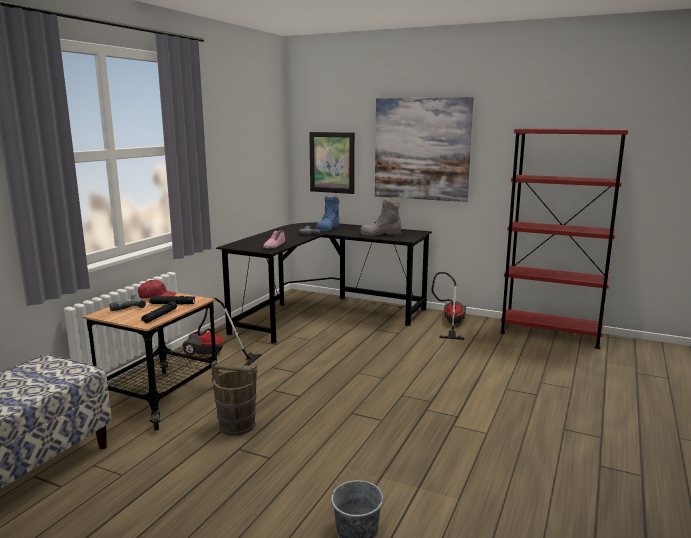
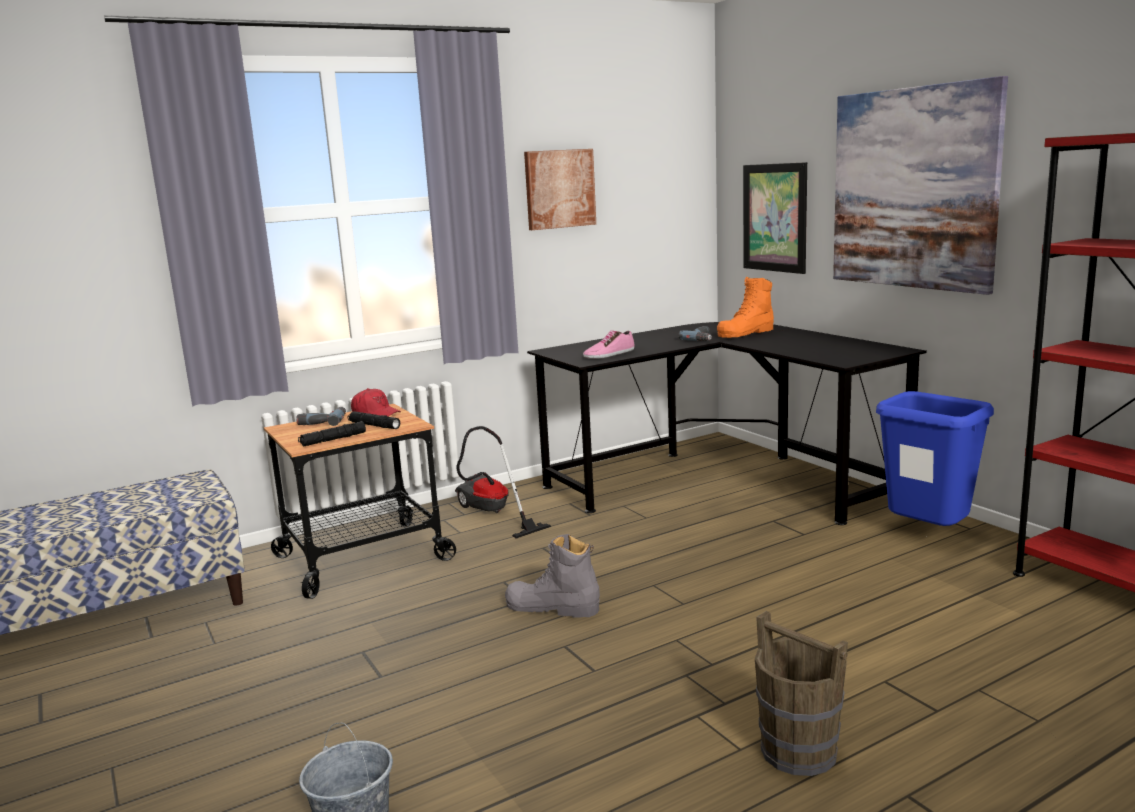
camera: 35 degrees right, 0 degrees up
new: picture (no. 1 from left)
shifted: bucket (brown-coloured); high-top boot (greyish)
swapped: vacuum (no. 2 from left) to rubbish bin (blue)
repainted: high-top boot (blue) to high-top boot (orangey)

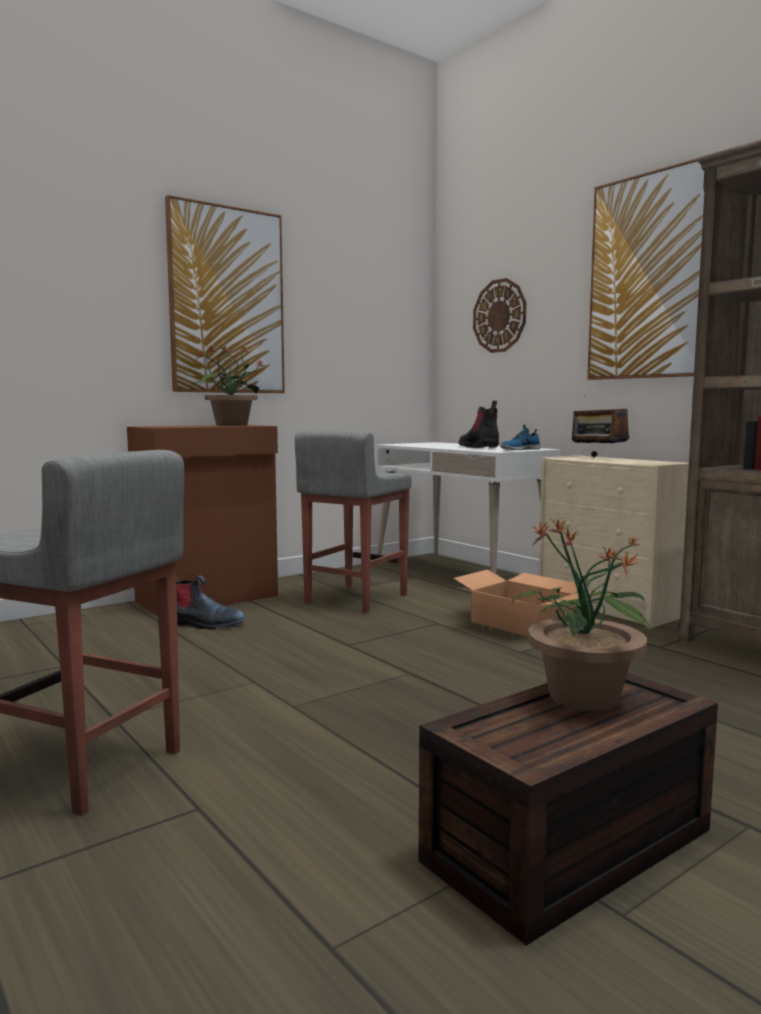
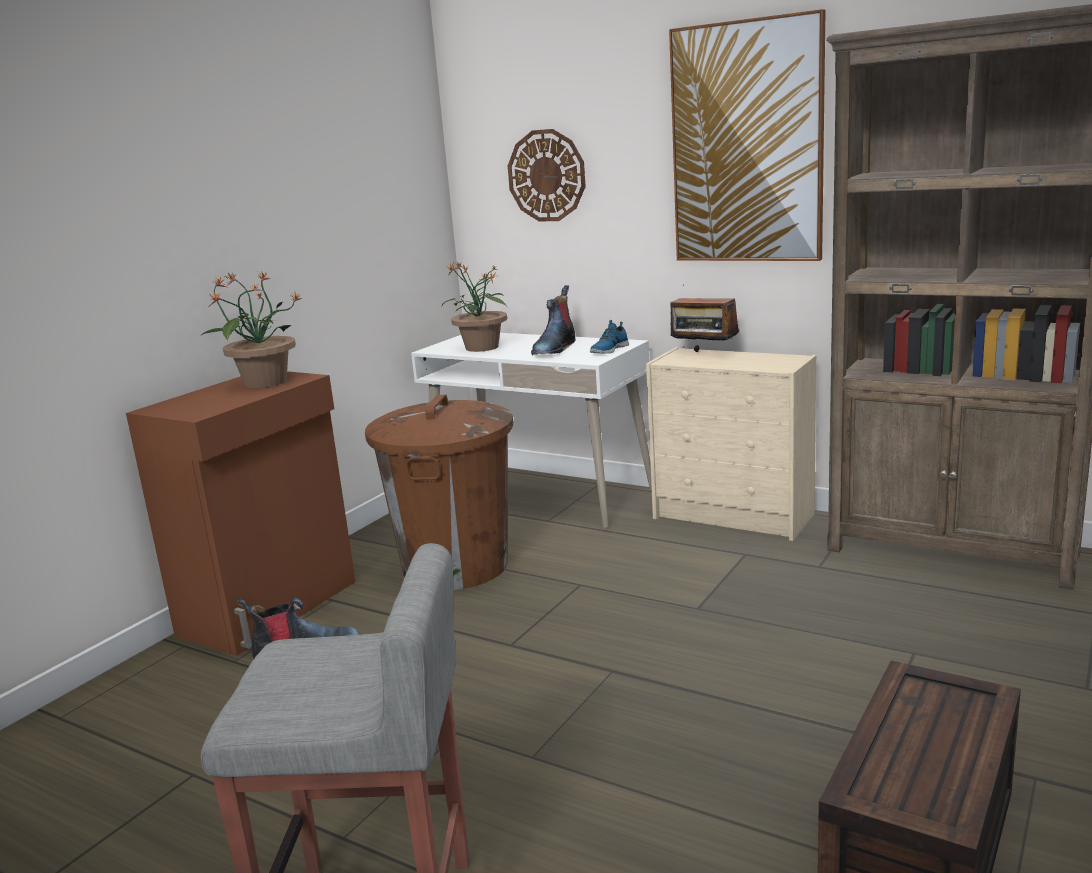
camera: 20 degrees left, 10 degrees up
gone: picture (no. 1 from left); packing box
shifted: potted plant (no. 2 from left)
swapped: sitting stool (greyish) (no. 2 from left) to rubbish bin (brown-coloured)
rotated: high-top boot (no. 2 from left) 120 degrees counterclockwise

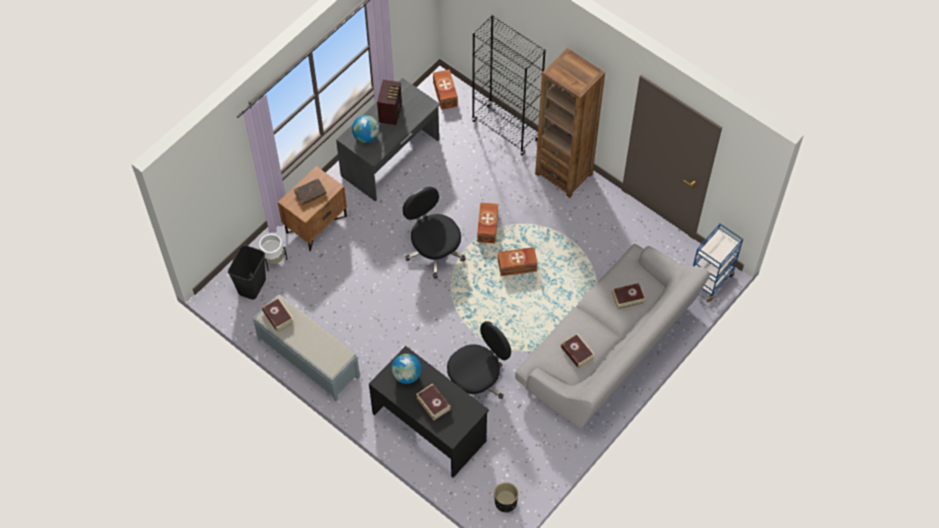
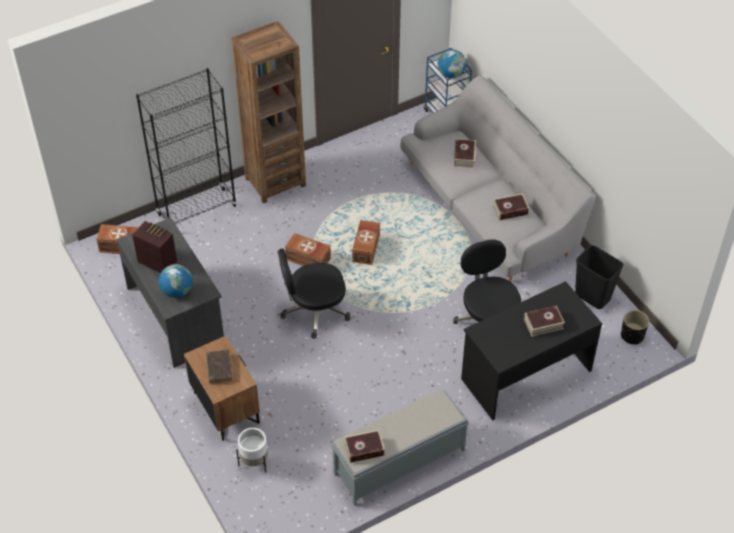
camera: 70 degrees left, 10 degrees down
shifted: rubbish bin (blackish); world globe (no. 2 from left)

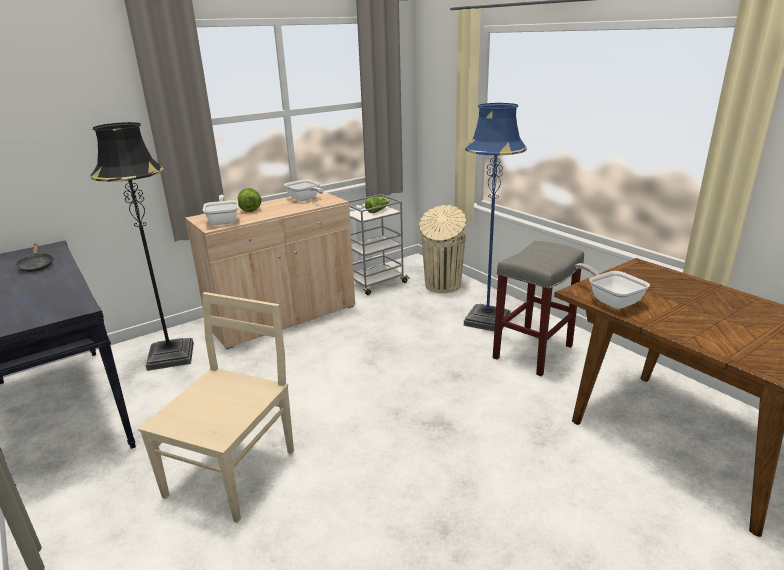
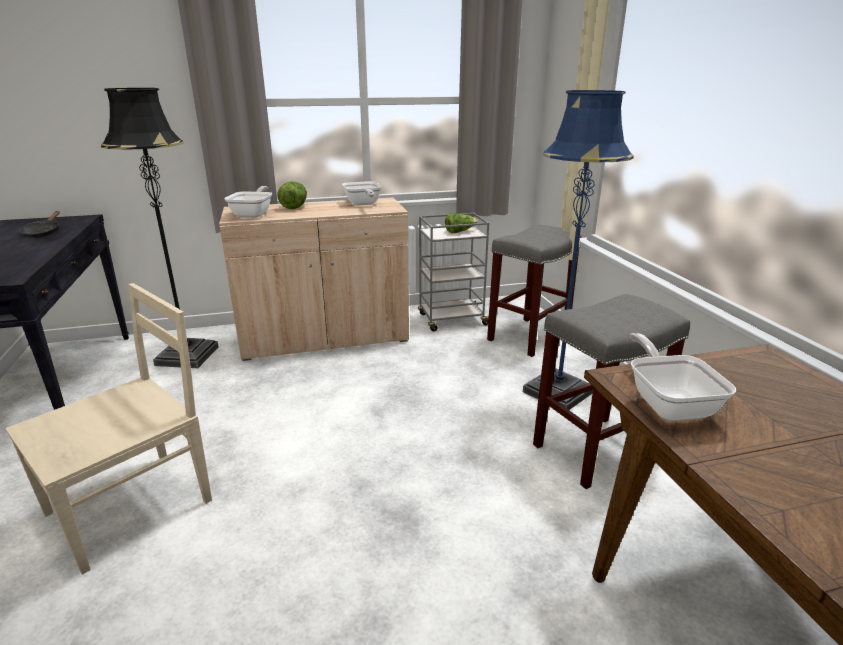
camera: 20 degrees right, 0 degrees up
swapped: rubbish bin (beige-coloured) to sitting stool (greyish) (no. 1 from left)

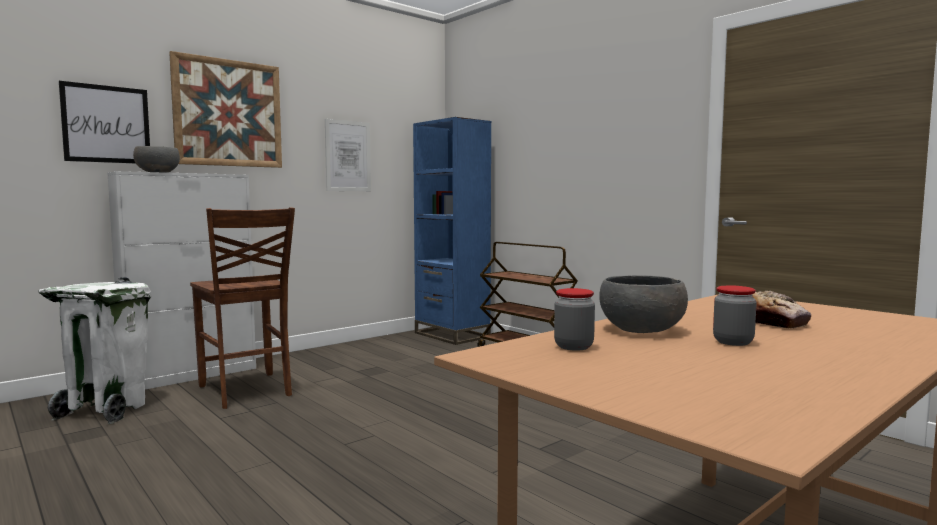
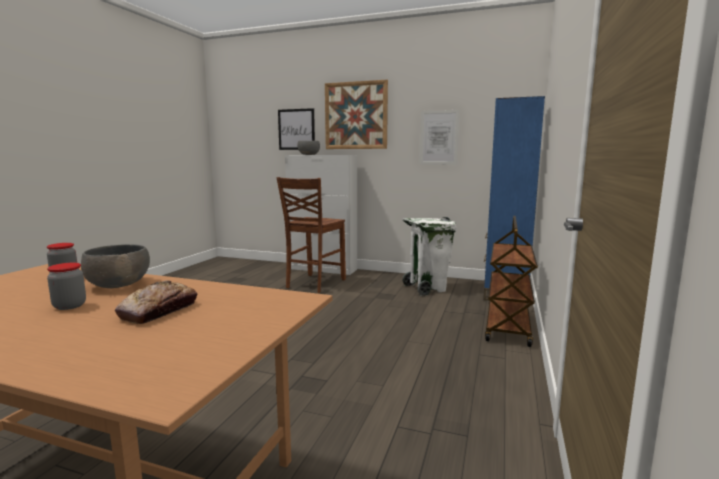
camera: 60 degrees right, 5 degrees up
shifted: rubbish bin (white)

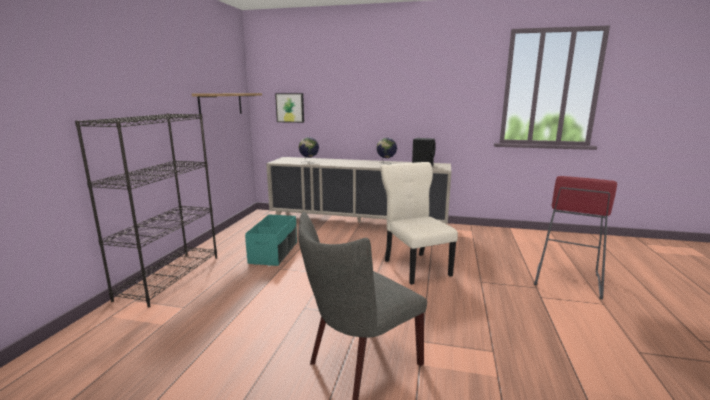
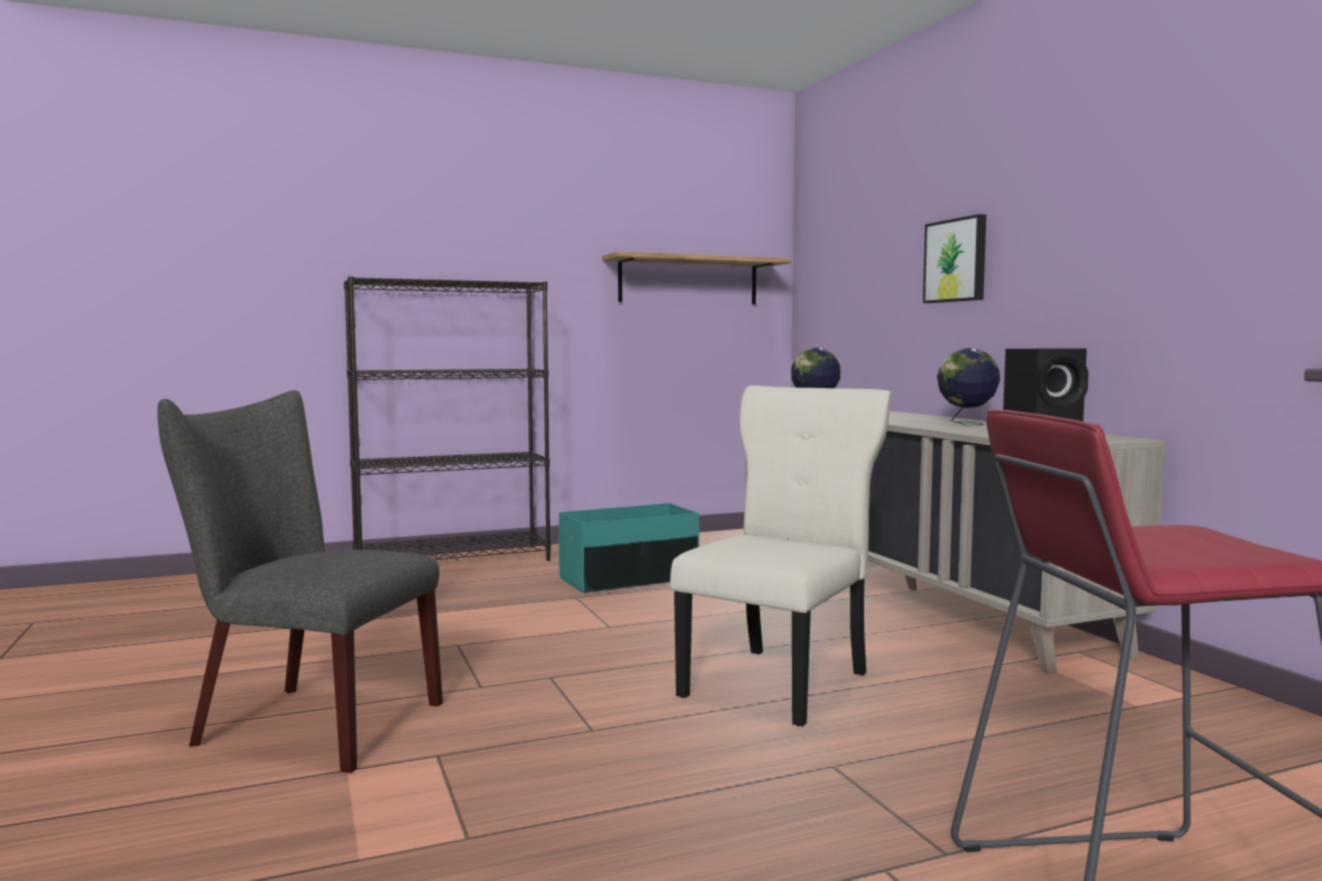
camera: 55 degrees right, 10 degrees down
shifted: picture

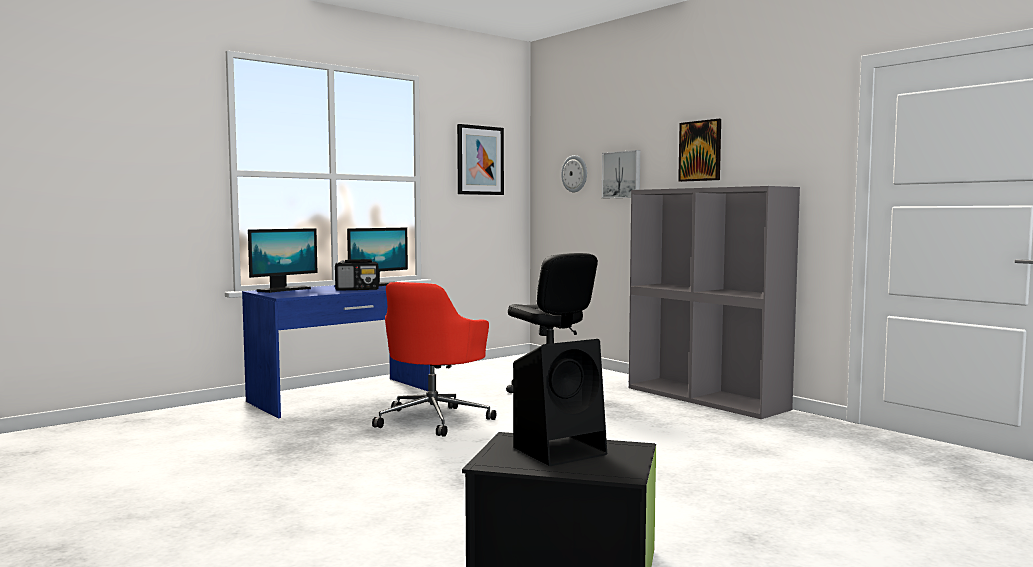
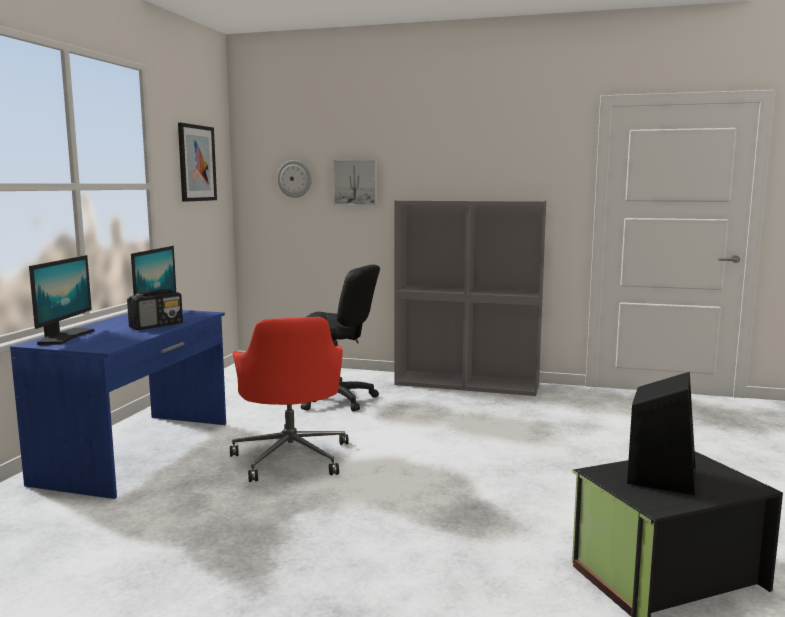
camera: 35 degrees left, 5 degrees up
gone: picture (no. 3 from left)

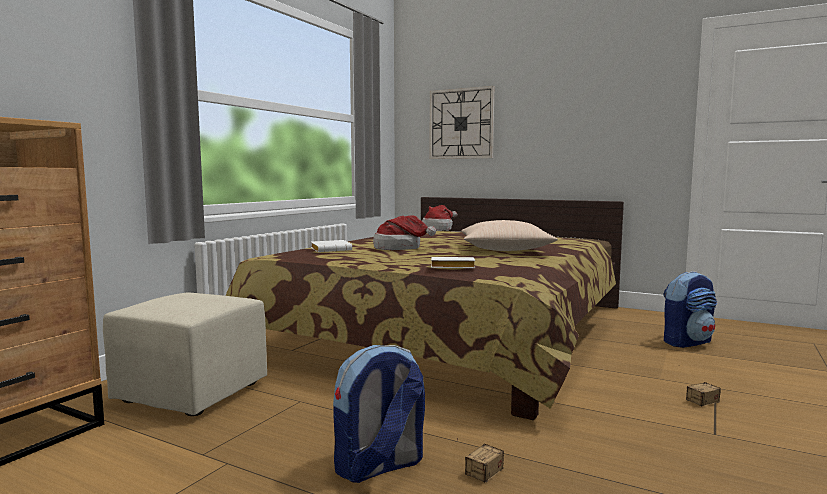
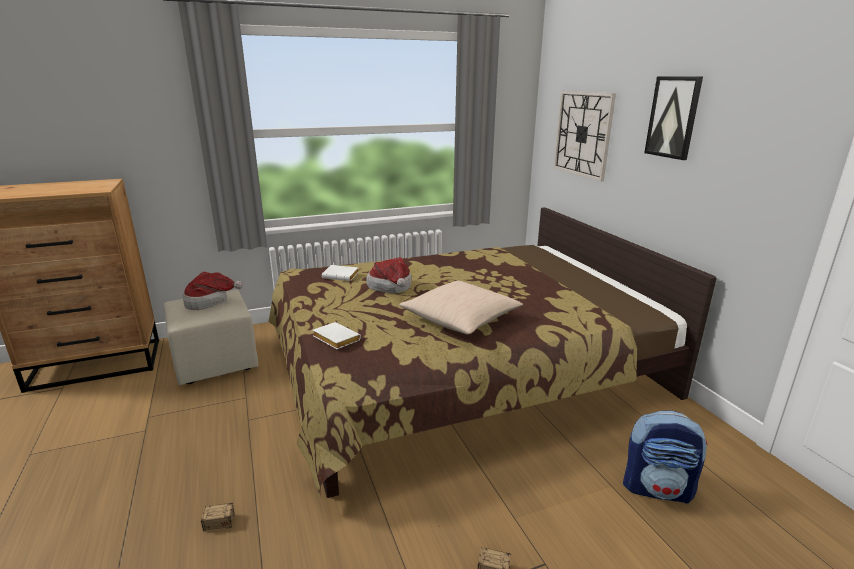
camera: 40 degrees right, 15 degrees up
gone: knapsack (no. 1 from left)
new: picture
shifted: hat (no. 2 from left in the first image) to hat (no. 1 from left)

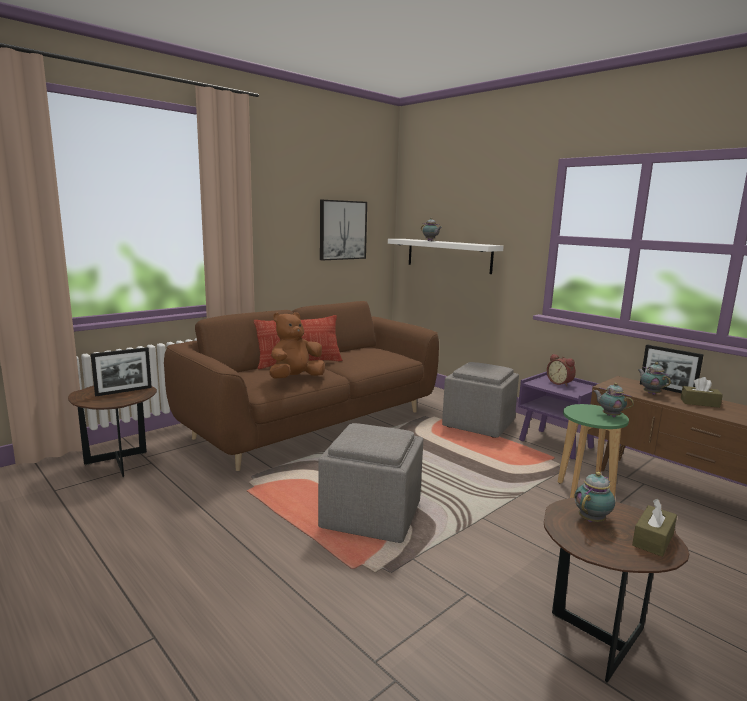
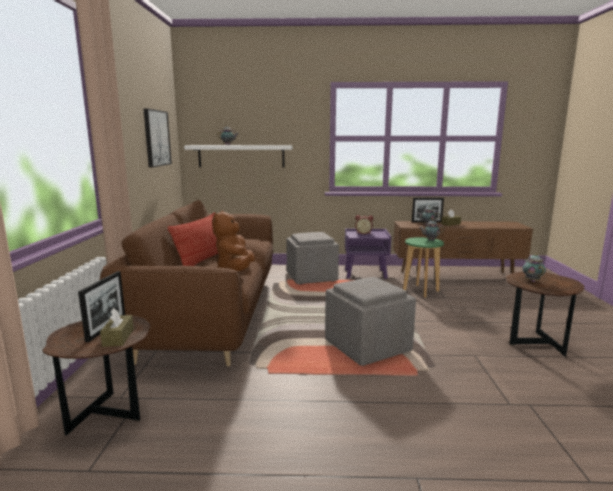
camera: 45 degrees left, 0 degrees up
shifted: box of tissues (brown-coloured) (no. 1 from left)

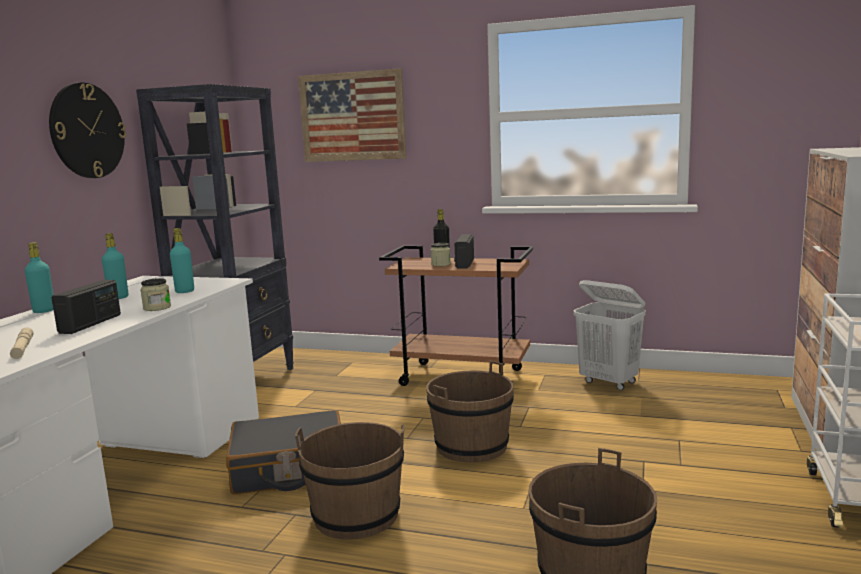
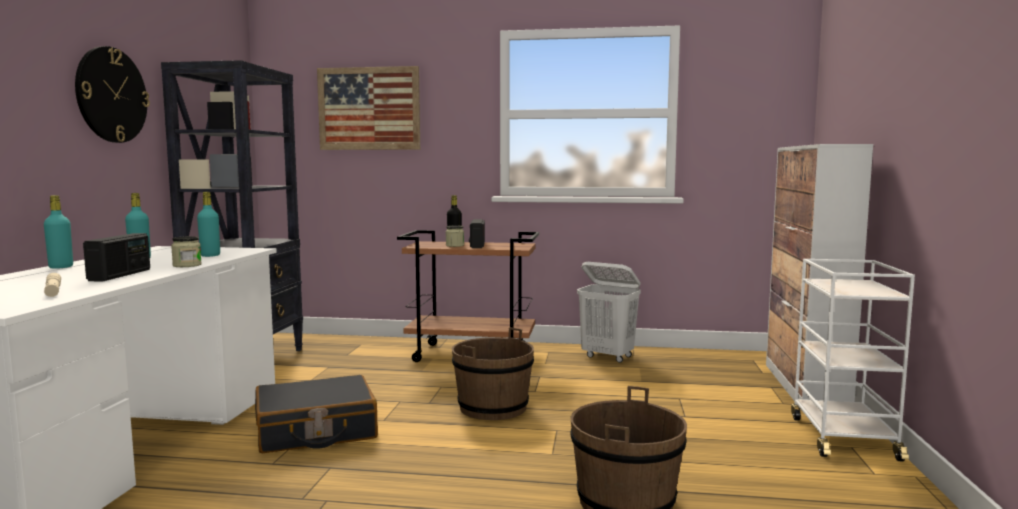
camera: 10 degrees left, 5 degrees down
gone: bucket (brown-coloured) (no. 1 from left)

